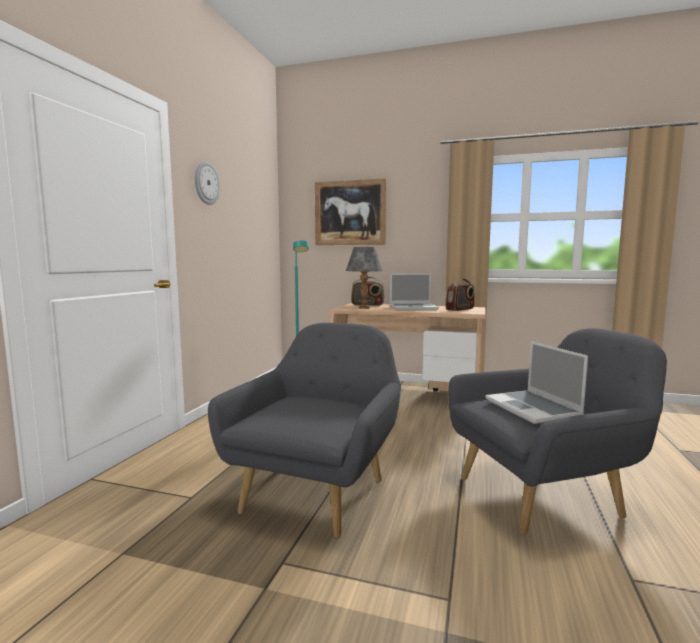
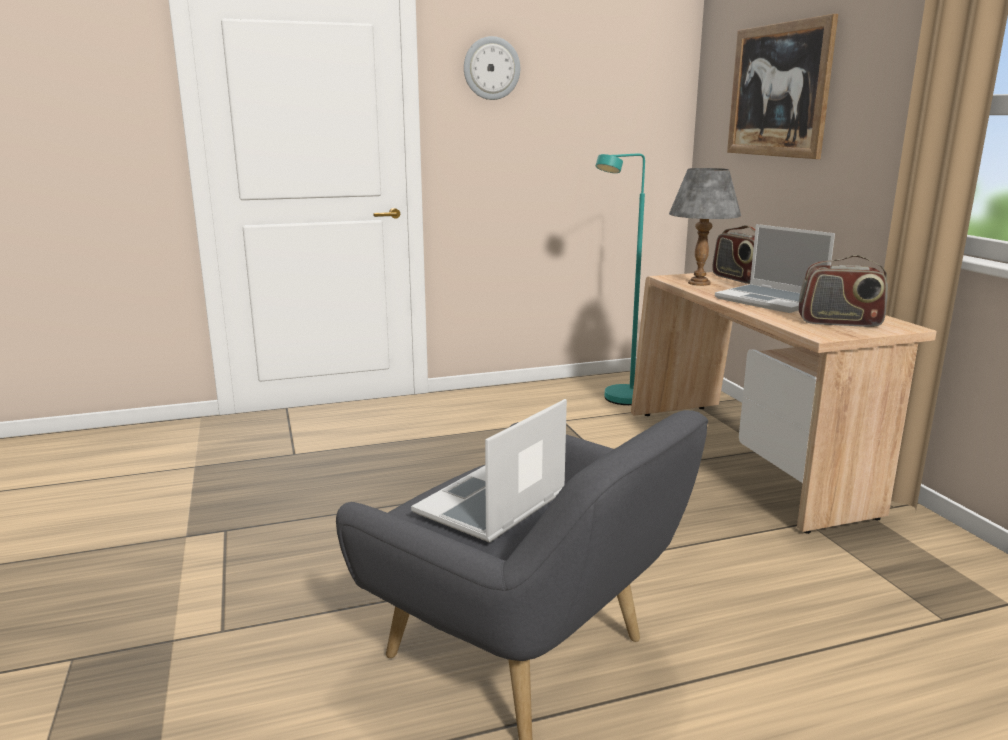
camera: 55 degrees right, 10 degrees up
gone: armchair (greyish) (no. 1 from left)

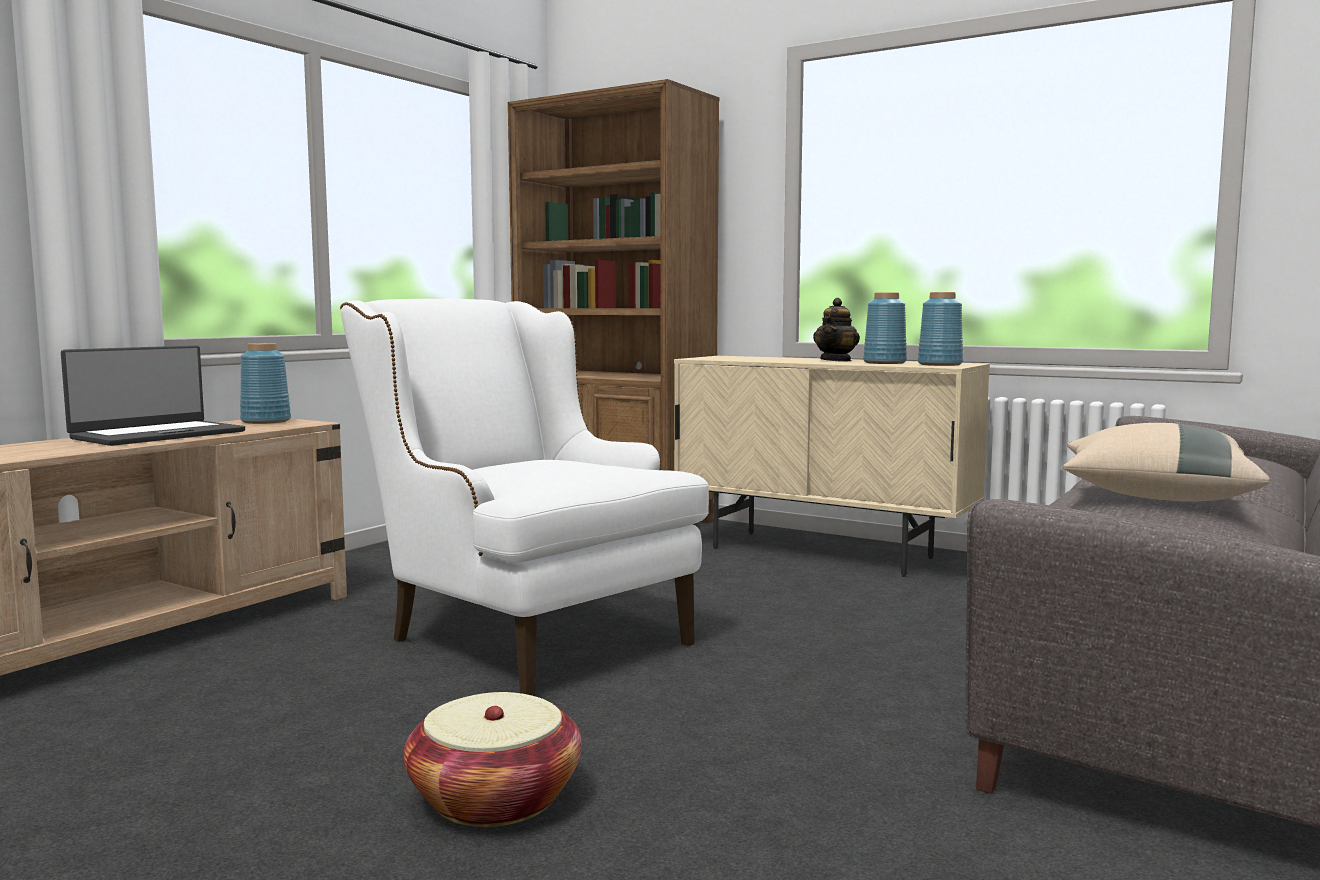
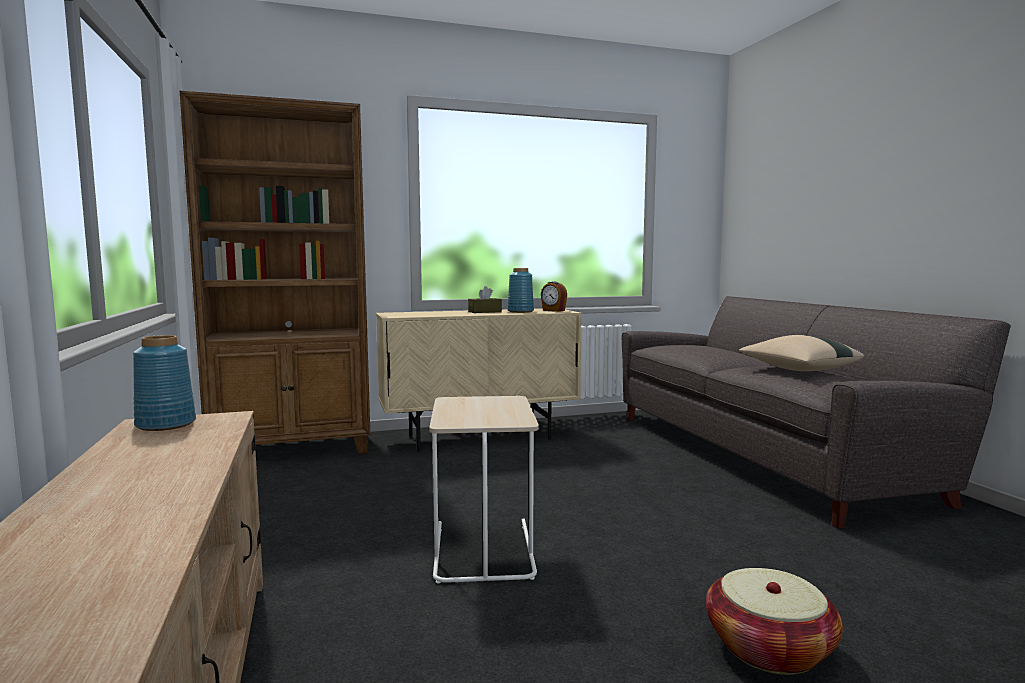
camera: 50 degrees left, 0 degrees up
gone: laptop
swapped: armchair (white) to accent table (beige-coloured); pot for tea to box of tissues (brown-coloured); vase (blue) (no. 3 from left) to alarm clock

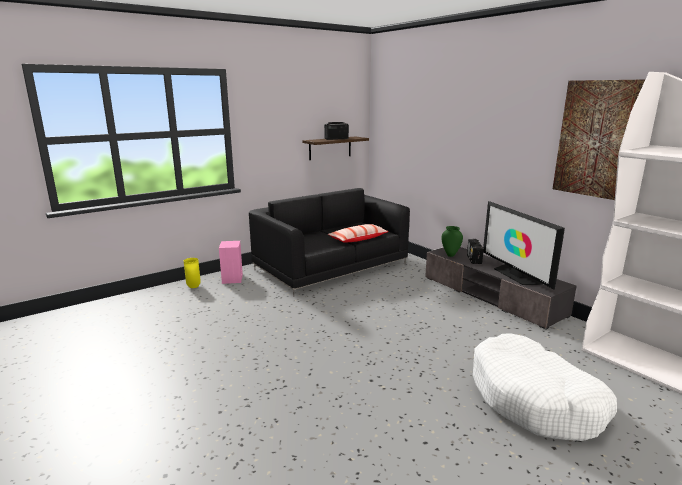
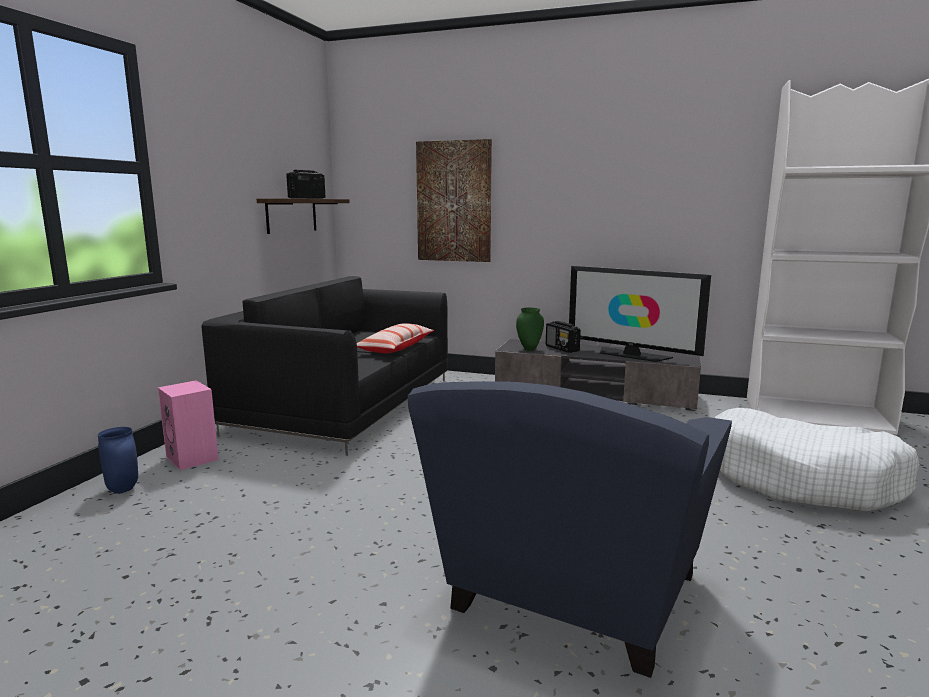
camera: 35 degrees left, 5 degrees down
new: armchair (blue)
shifted: picture
repainted: vase (yellowish) to vase (blue)

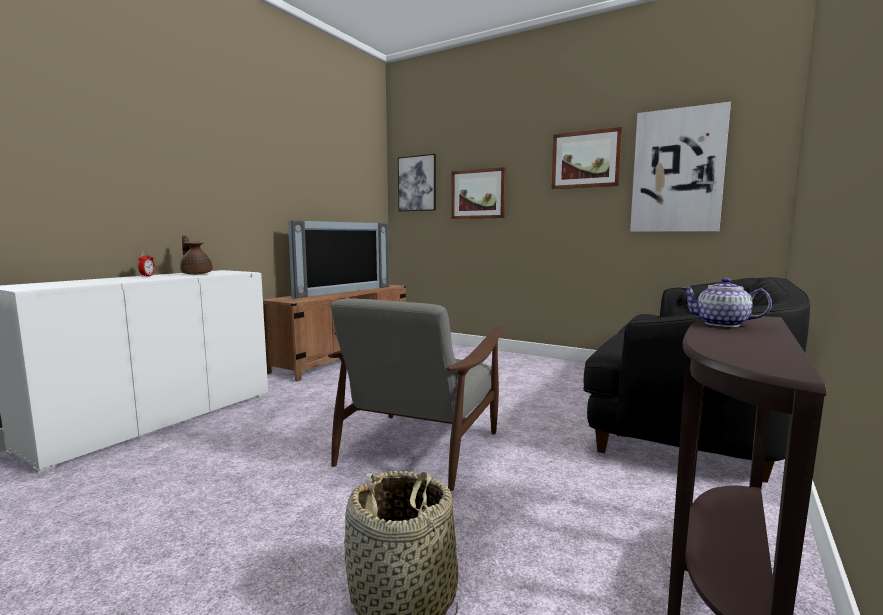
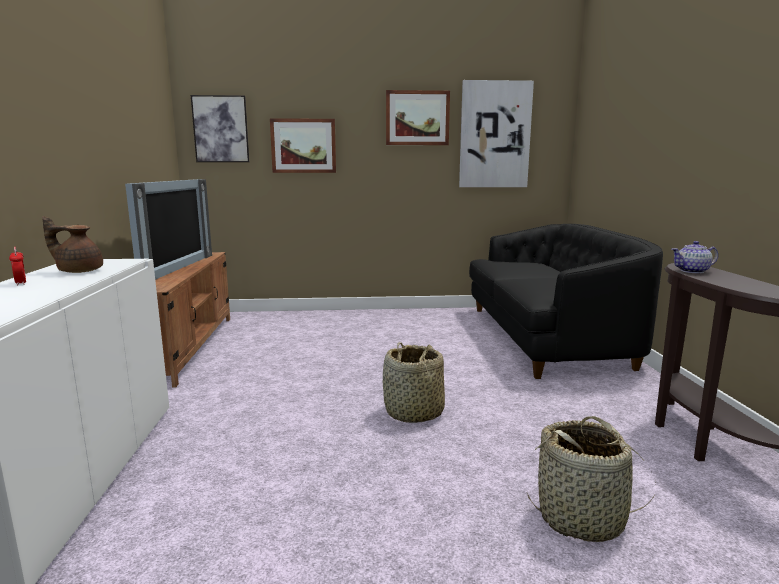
camera: 35 degrees left, 5 degrees up
swapped: armchair (greyish) to household basket (no. 1 from left)

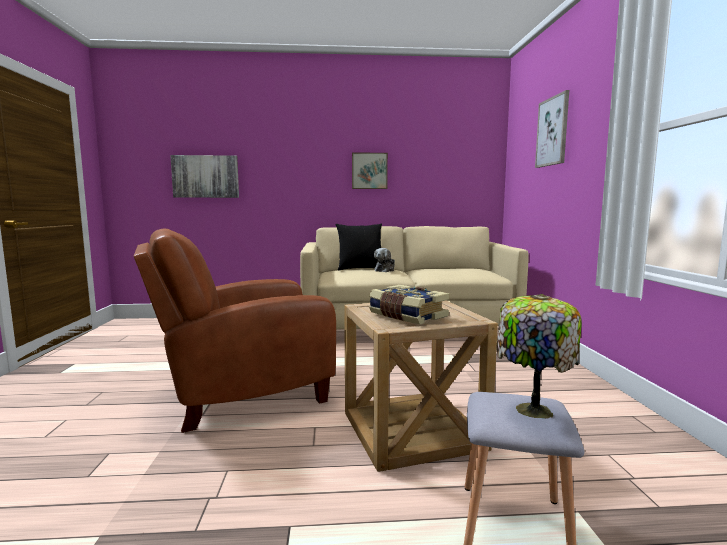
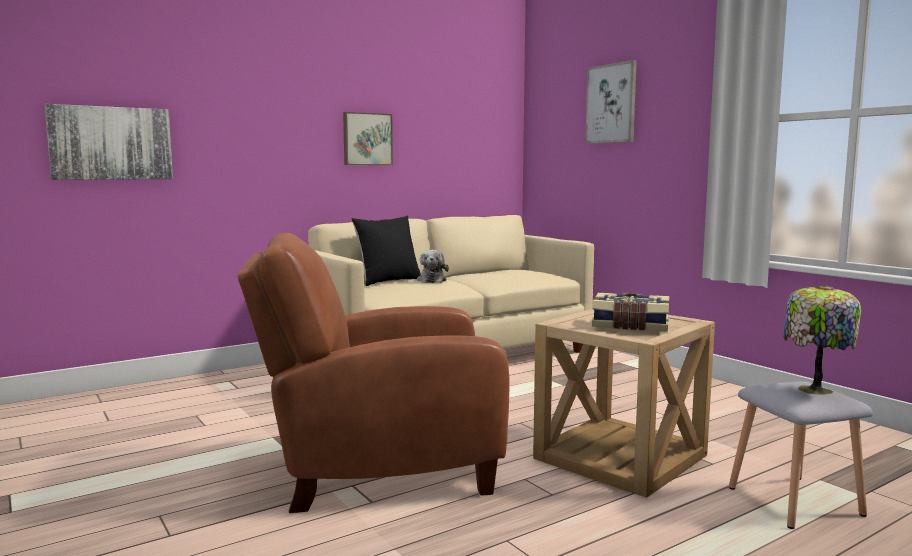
camera: 30 degrees left, 0 degrees up
rotated: armchair (brown-coloured) 45 degrees clockwise

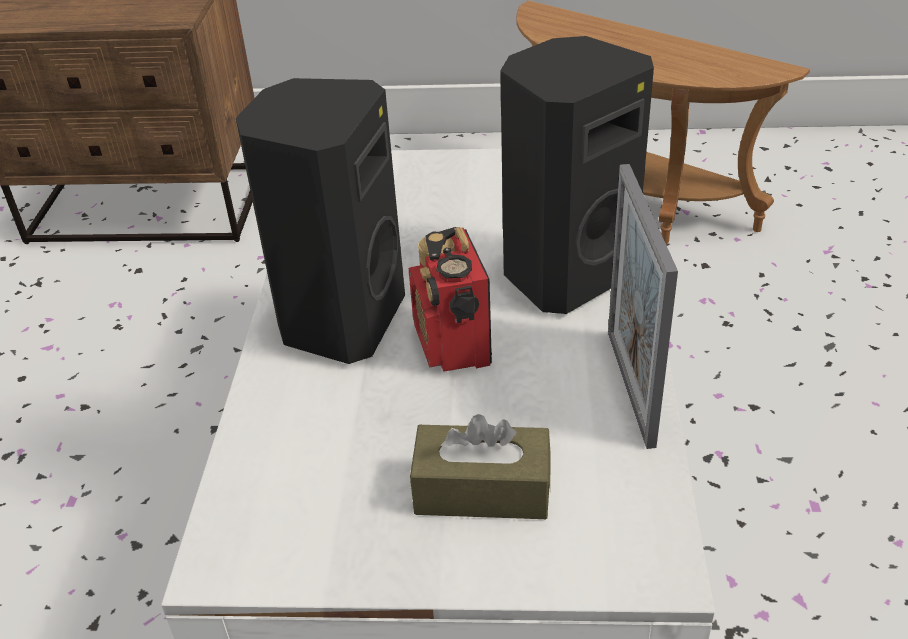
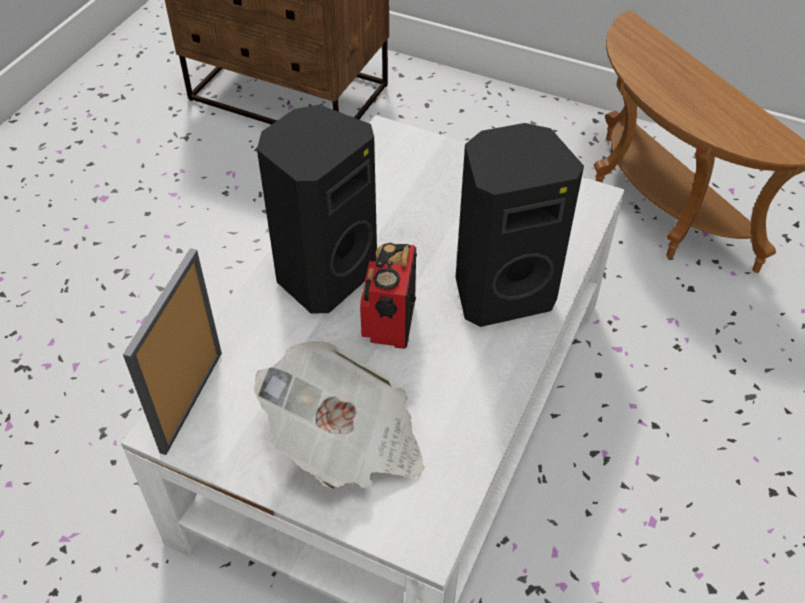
camera: 20 degrees right, 10 degrees up
shifted: photo frame
swapped: box of tissues (brown-coloured) to newspaper

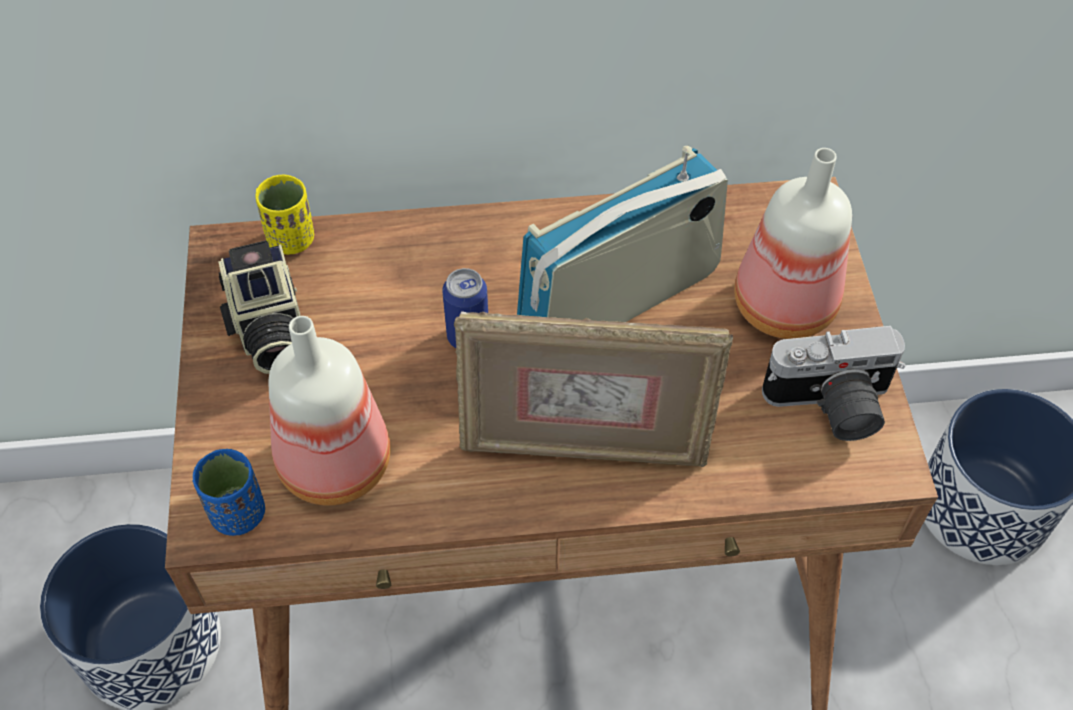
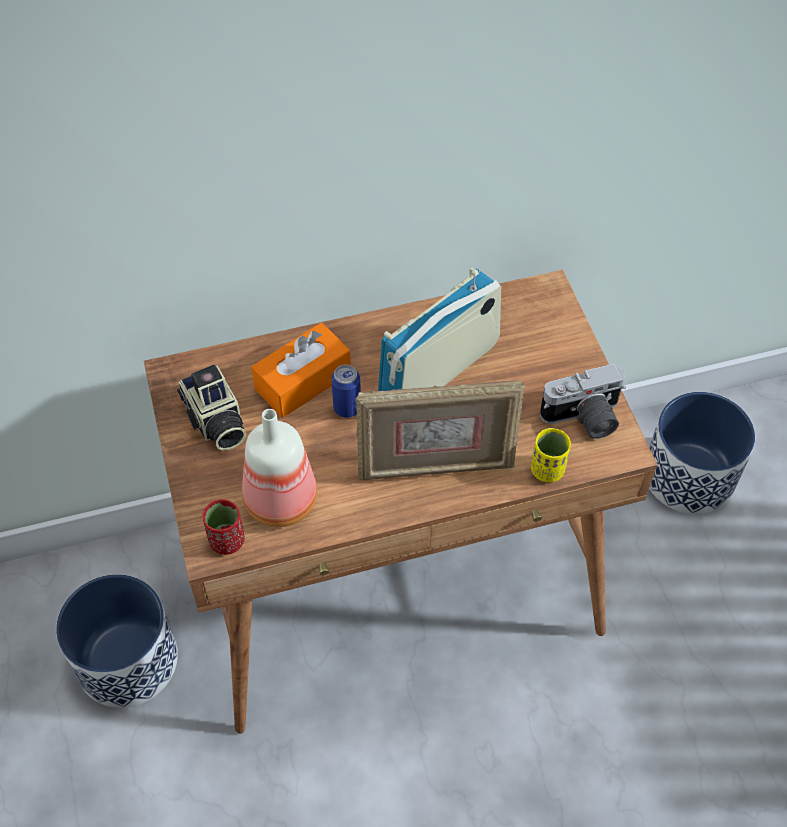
camera: 10 degrees left, 0 degrees up
gone: beverage bottle (no. 2 from left)
new: box of tissues (orangey)
shifted: drinking cup (yellowish)
repainted: drinking cup (blue) to drinking cup (red)

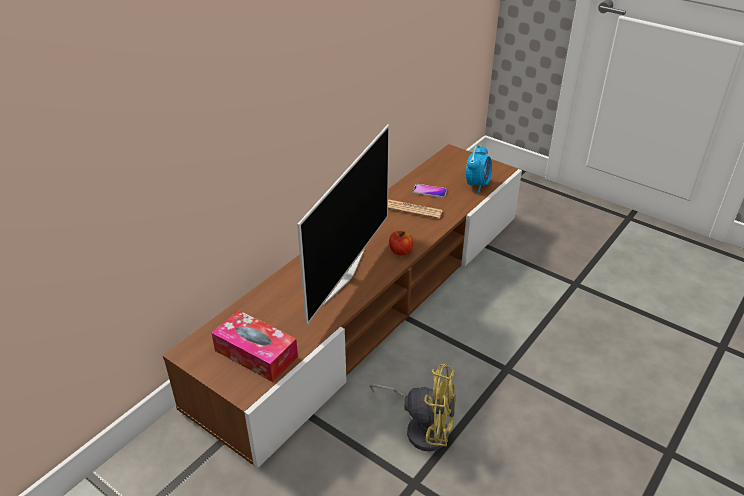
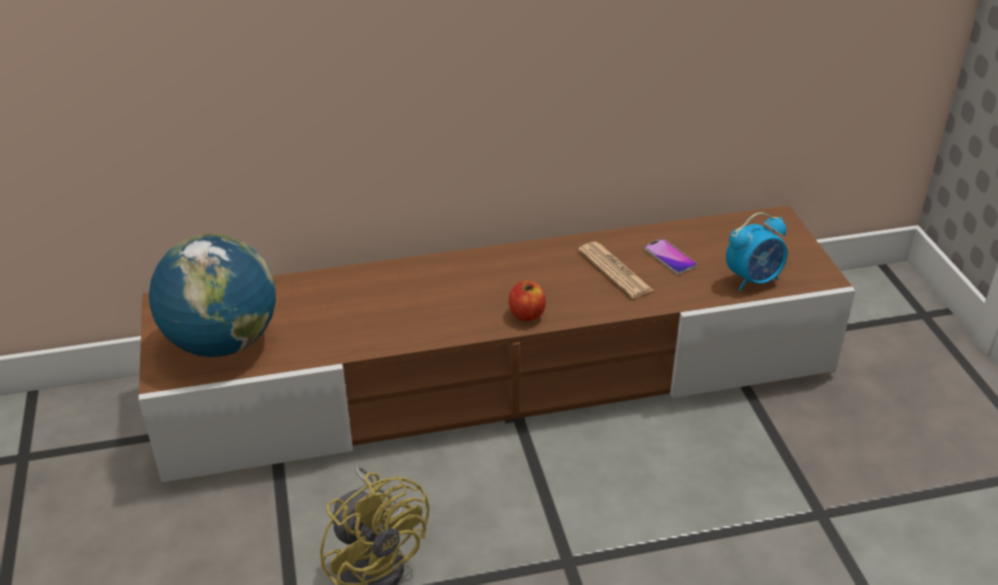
camera: 40 degrees right, 0 degrees up
gone: TV set
swapped: box of tissues to world globe

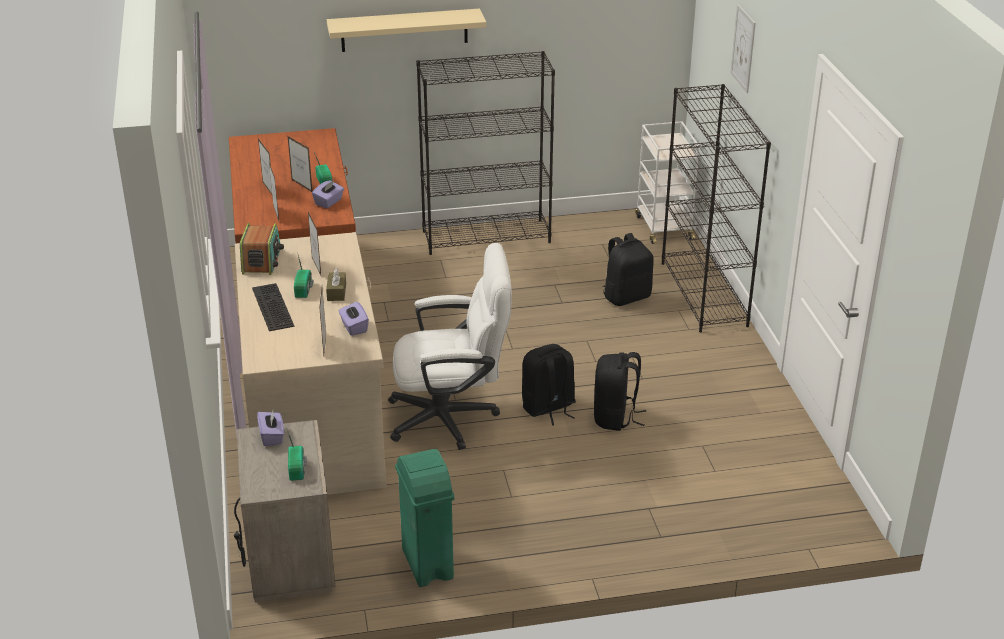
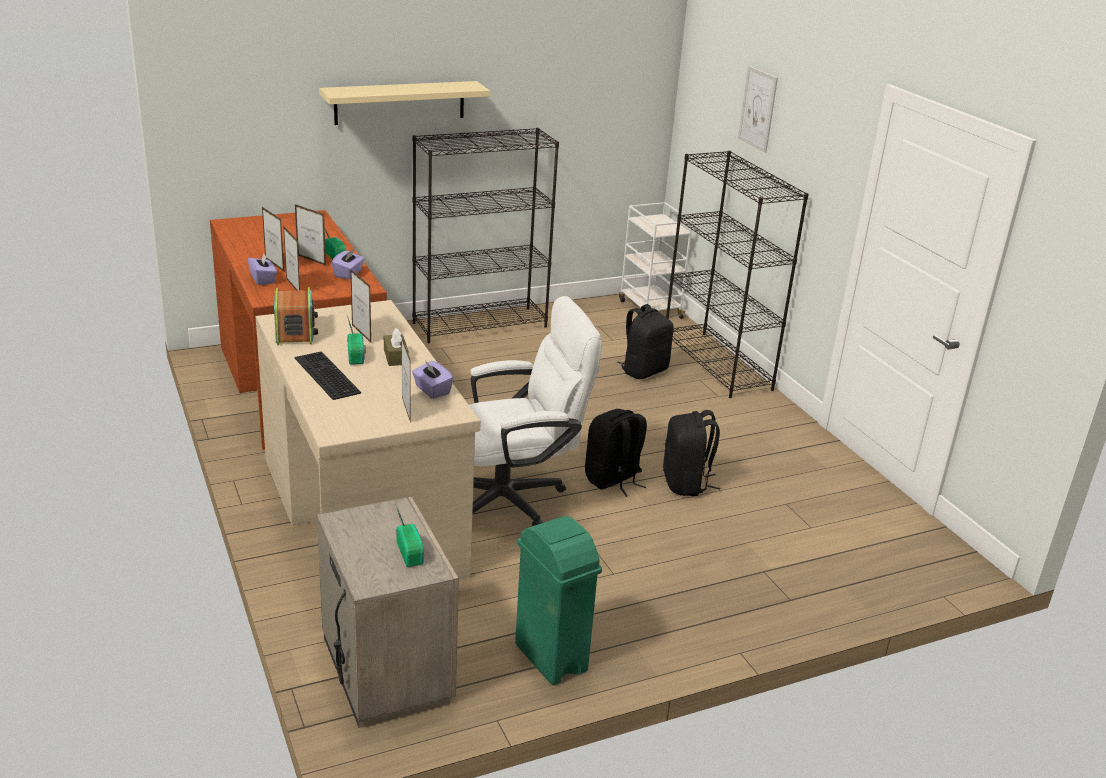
camera: 15 degrees left, 5 degrees down
shifted: box of tissues (purplish) (no. 1 from left)

